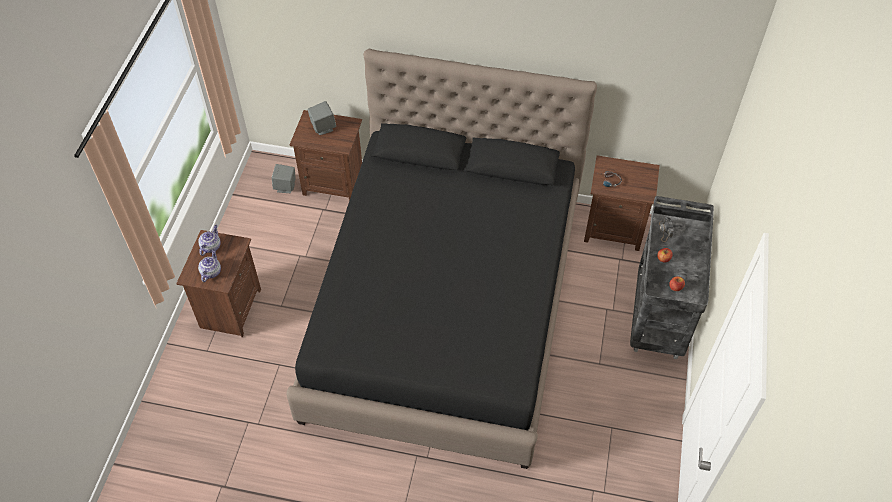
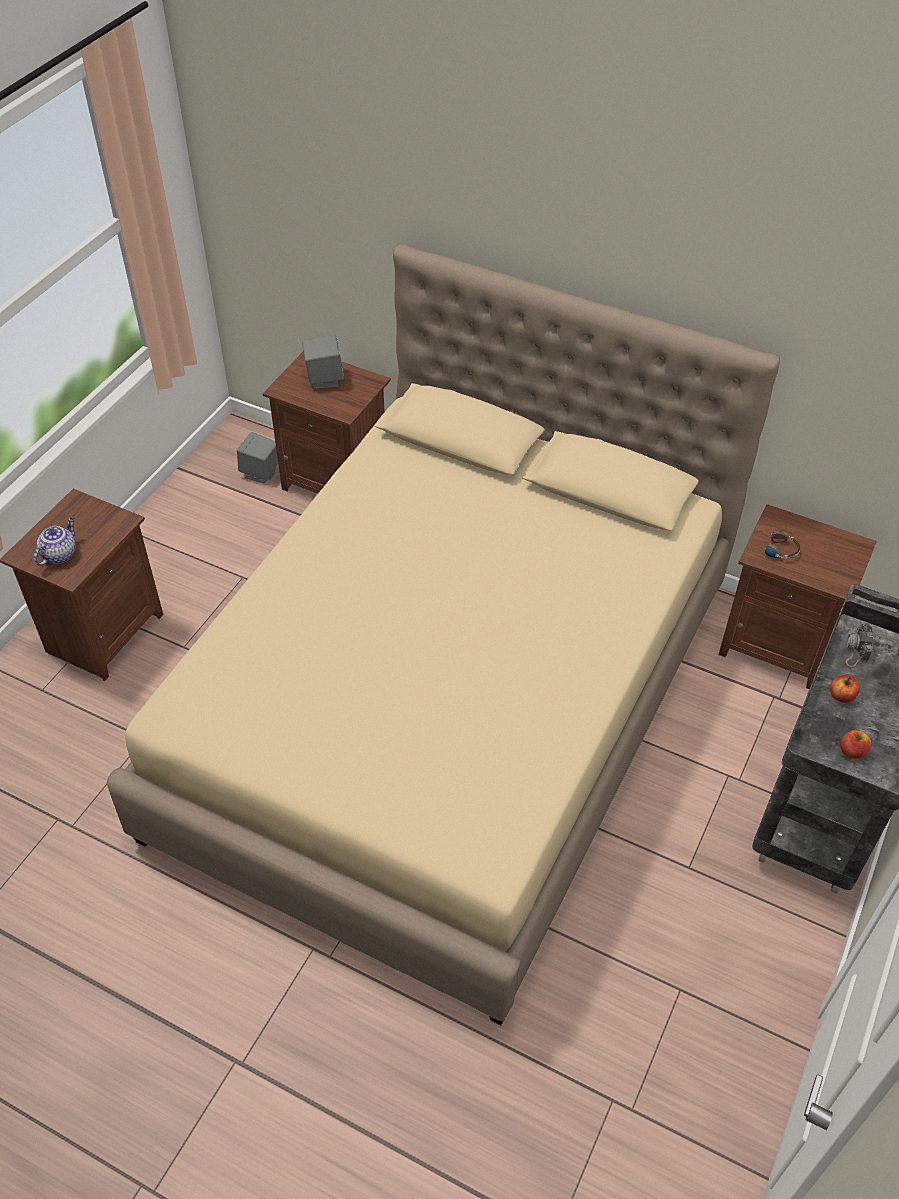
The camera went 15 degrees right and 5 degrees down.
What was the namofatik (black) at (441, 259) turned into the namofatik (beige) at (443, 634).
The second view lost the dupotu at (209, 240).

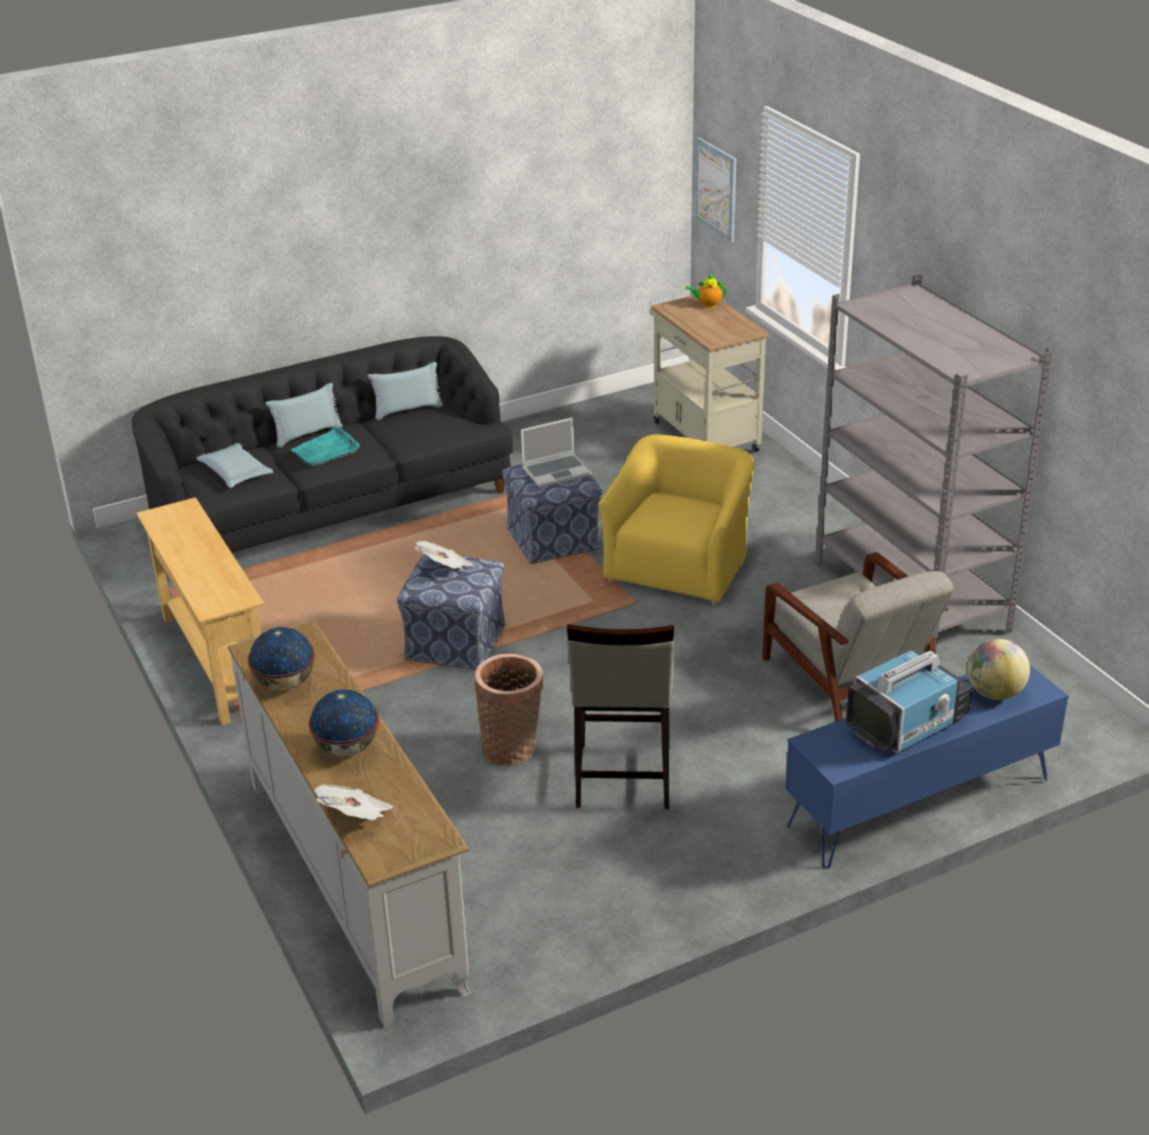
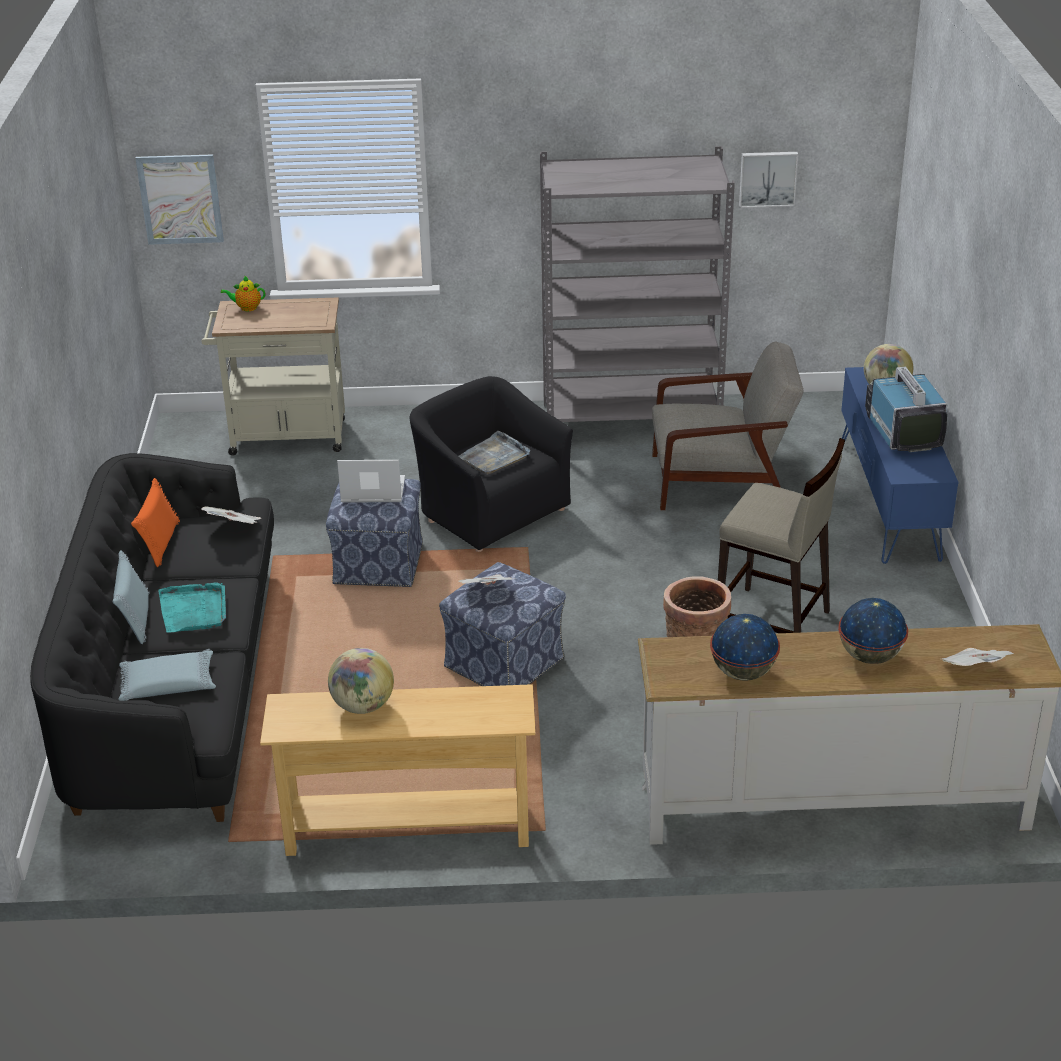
The camera went 65 degrees left and 0 degrees up.
The dupotu at (706, 291) ended up facing another way, 60 degrees clockwise from before.
What was the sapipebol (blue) at (405, 391) turned into the sapipebol (orange) at (155, 522).
The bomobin at (556, 452) ended up facing another way, 90 degrees counterclockwise from before.
What was the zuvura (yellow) at (676, 519) turned into the zuvura (black) at (491, 464).
The second view gained the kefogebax at (768, 180).
The second view gained the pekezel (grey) at (494, 453).
The second view gained the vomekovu at (231, 515).
The second view gained the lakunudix at (361, 681).

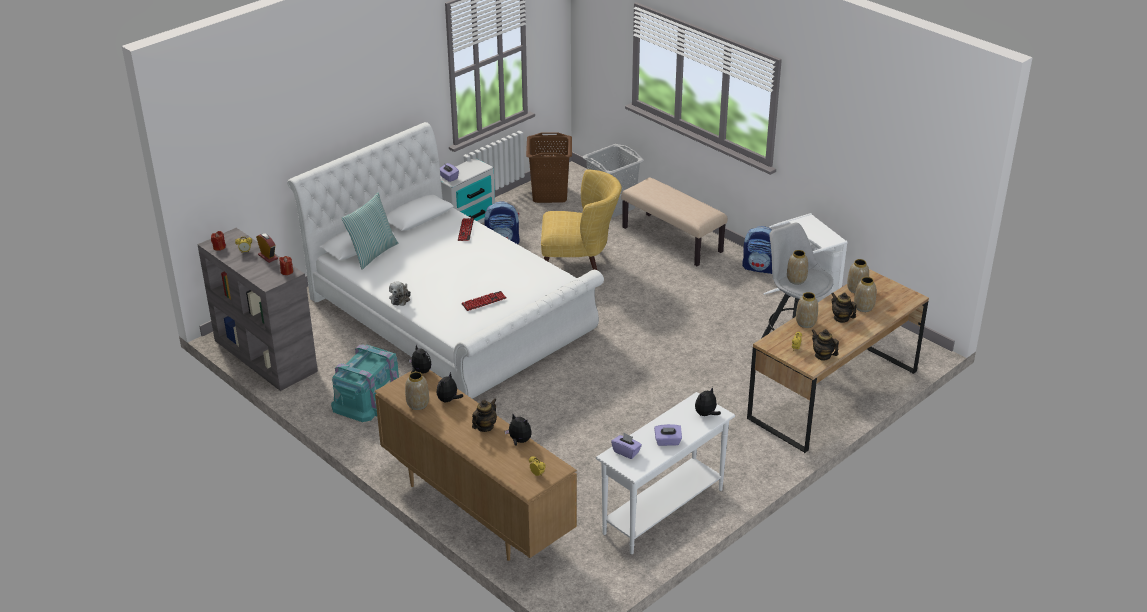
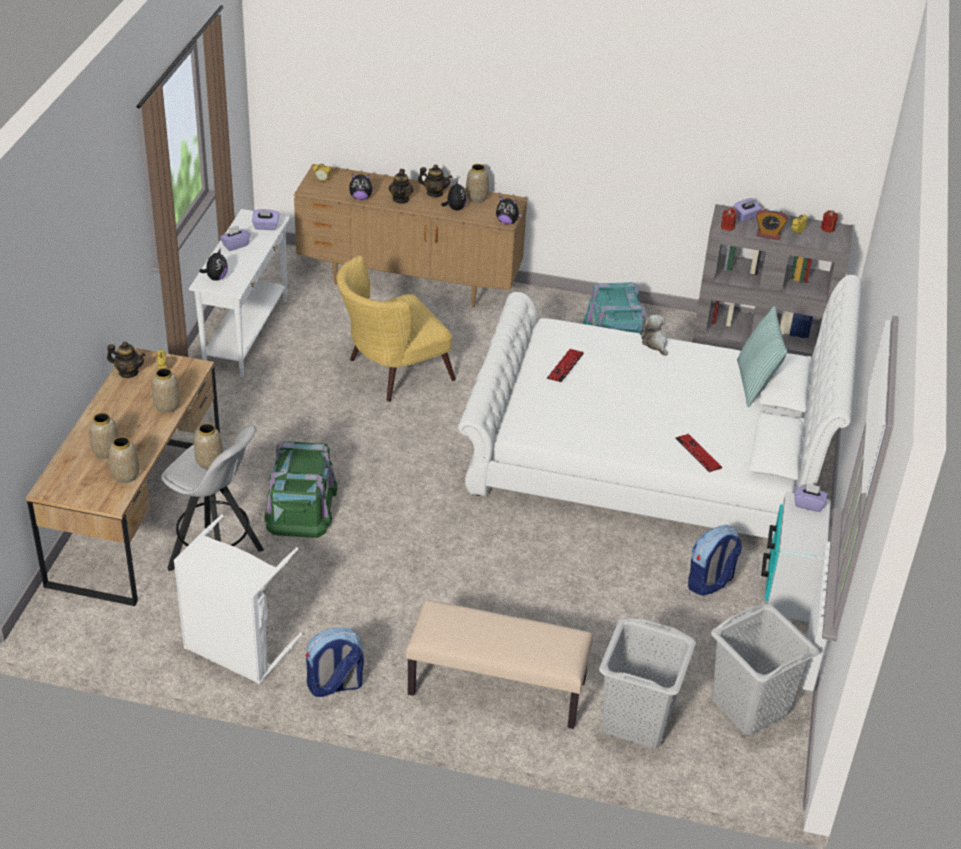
The camera went 145 degrees right and 5 degrees up.
What was the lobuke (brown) at (549, 167) turned into the lobuke (grey) at (765, 669).
The zuvura (yellow) ended up elsewhere, having gone from (581, 220) to (396, 328).
The dupotu ended up elsewhere, having gone from (844, 307) to (435, 181).
The second view gained the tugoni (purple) at (747, 210).
The second view gained the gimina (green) at (301, 489).

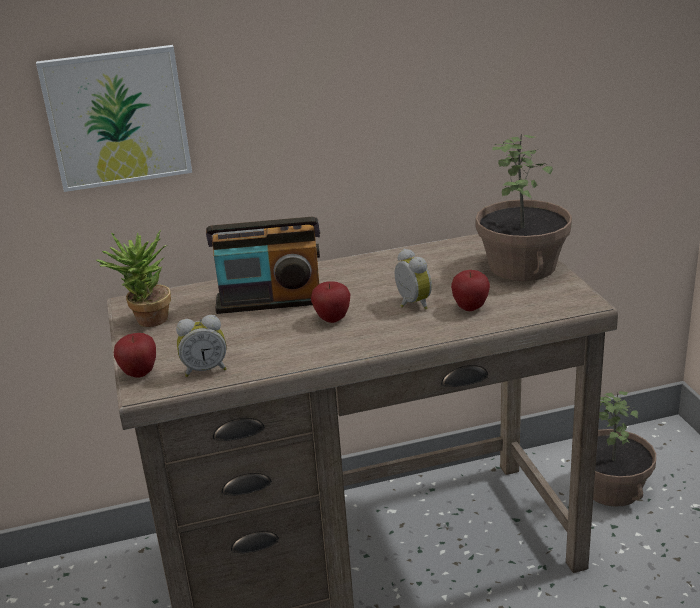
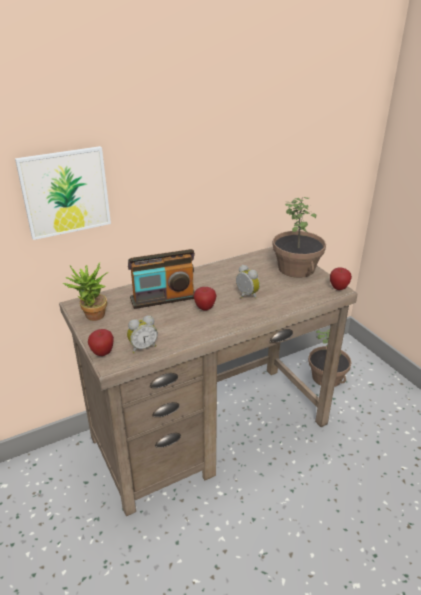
The camera went 15 degrees left and 5 degrees up.
The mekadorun ended up elsewhere, having gone from (470, 290) to (341, 279).

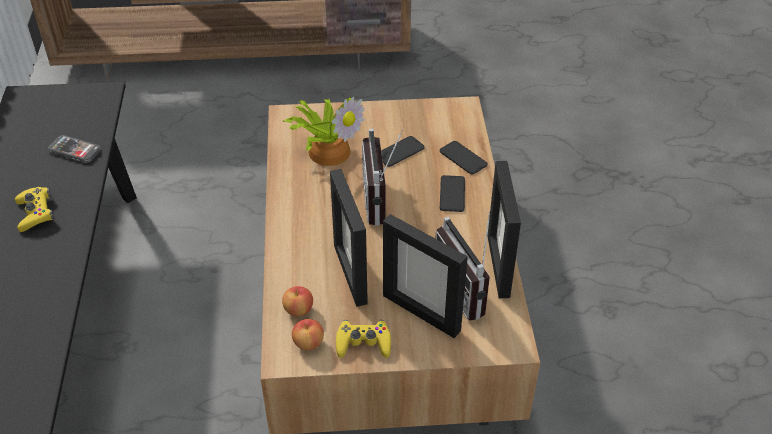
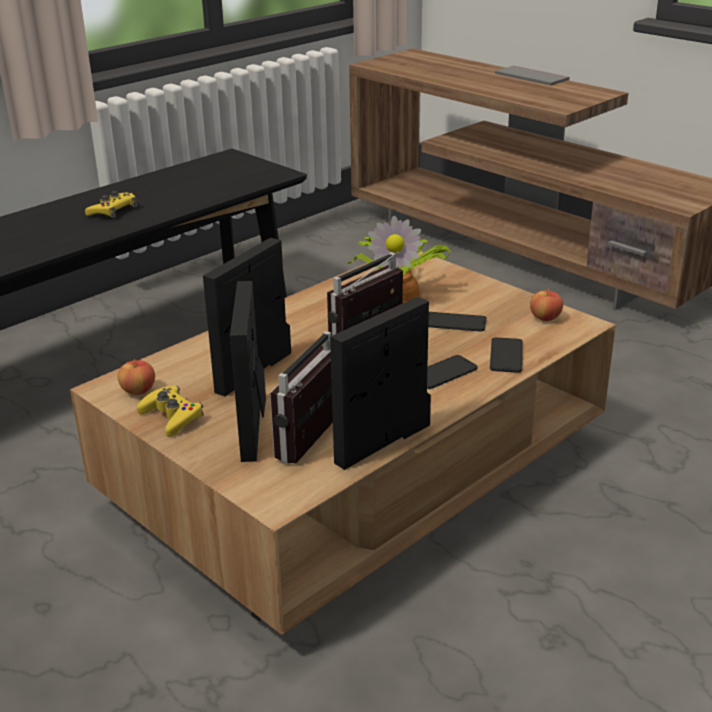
The camera went 50 degrees right and 15 degrees down.
The second view lost the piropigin at (74, 149).
The mekadorun ended up elsewhere, having gone from (297, 301) to (546, 304).

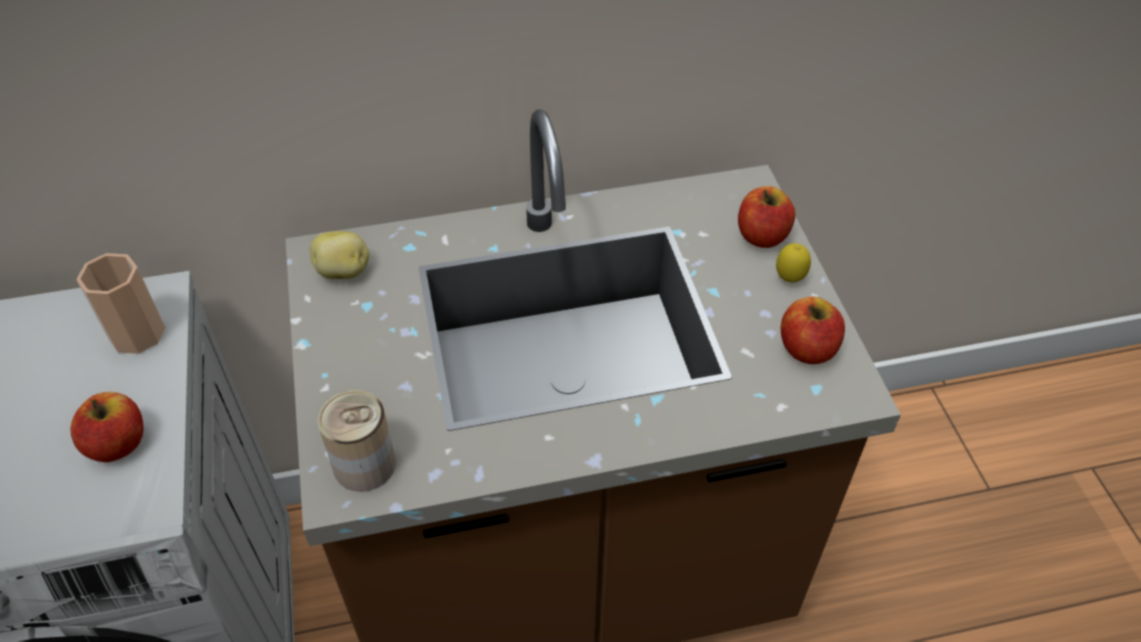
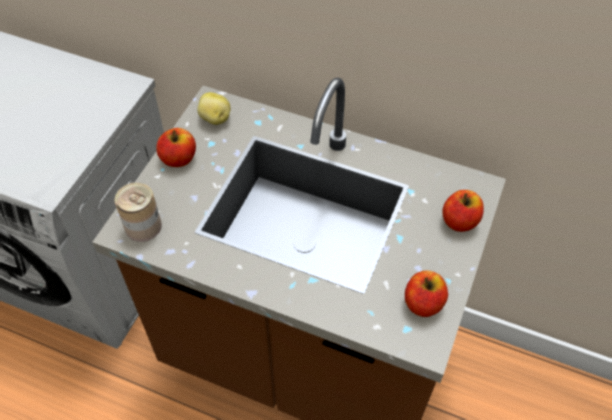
The camera went 35 degrees right and 5 degrees up.
The second view lost the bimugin at (793, 262).
The second view lost the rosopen at (121, 303).
The mekadorun ended up elsewhere, having gone from (106, 427) to (176, 147).

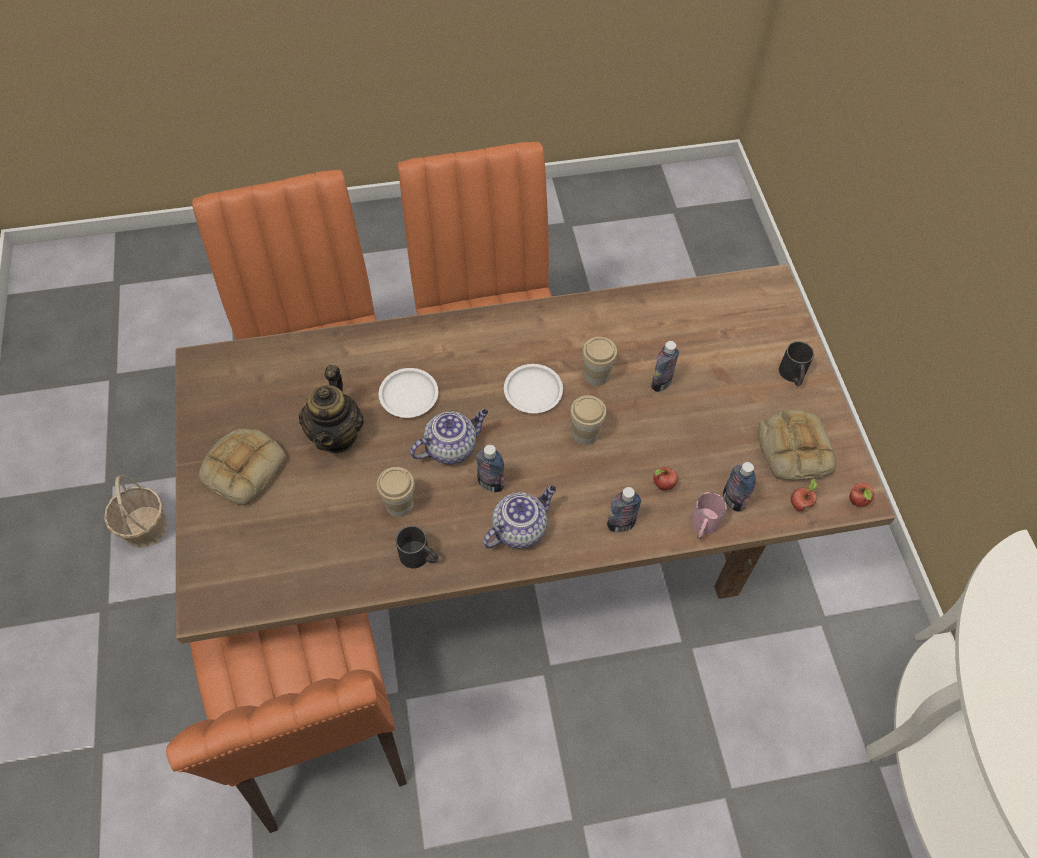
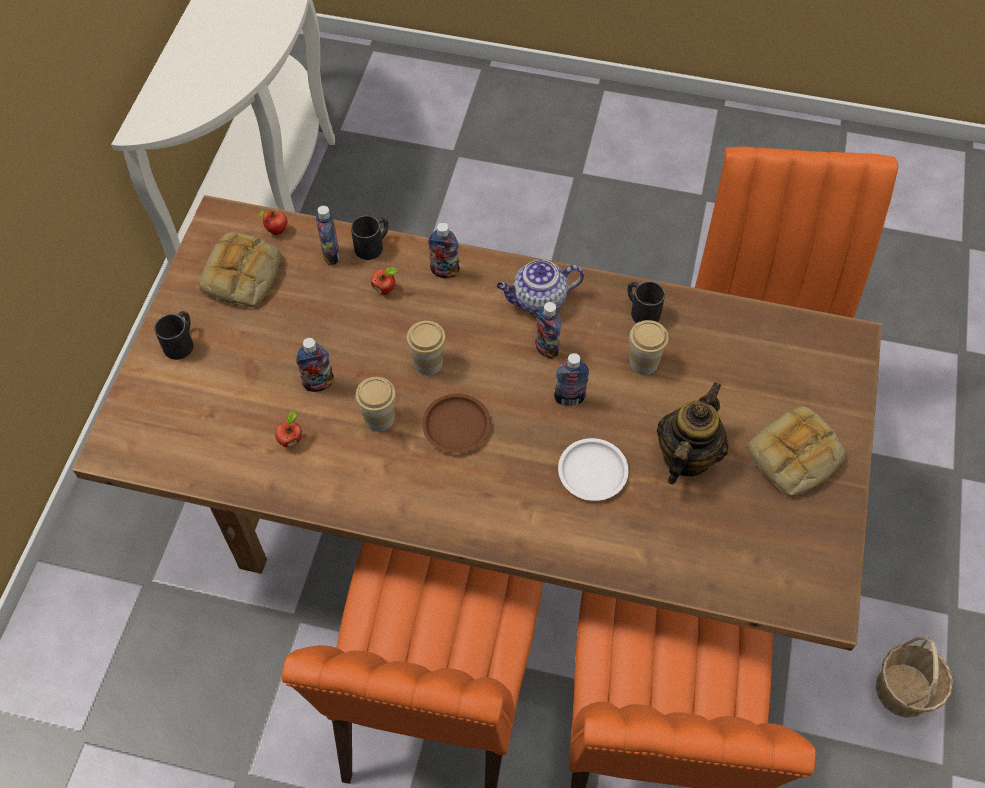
The camera went 155 degrees left and 0 degrees up.
What was the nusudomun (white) at (533, 388) turned into the nusudomun (brown) at (456, 423).
Where the dupotu stood at (449, 437), the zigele came to stand at (571, 379).
The mekadorun ended up elsewhere, having gone from (862, 495) to (288, 428).
What was the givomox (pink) at (709, 515) turned into the givomox (black) at (370, 237).

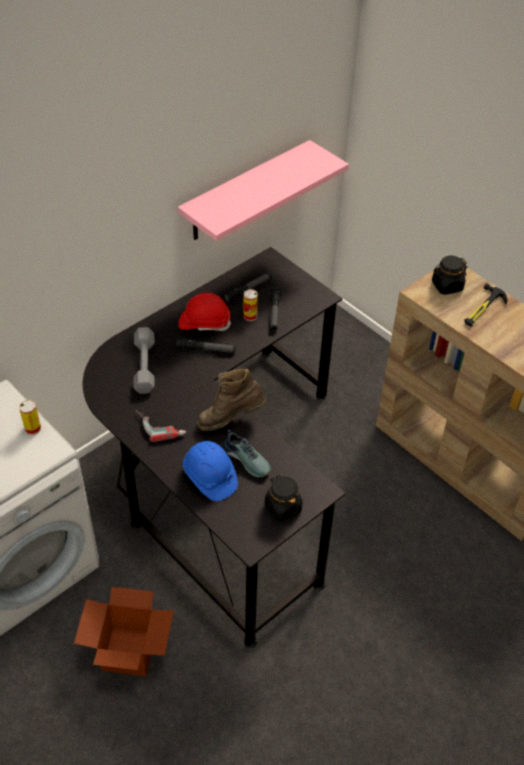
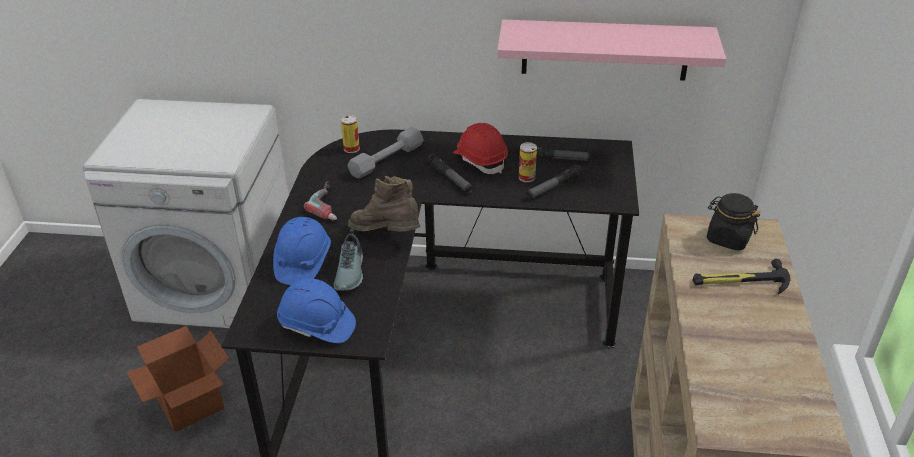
The camera went 50 degrees right and 10 degrees down.
The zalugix ended up elsewhere, having gone from (30, 417) to (350, 134).
Where the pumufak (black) stood at (284, 498), the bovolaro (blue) came to stand at (316, 310).

